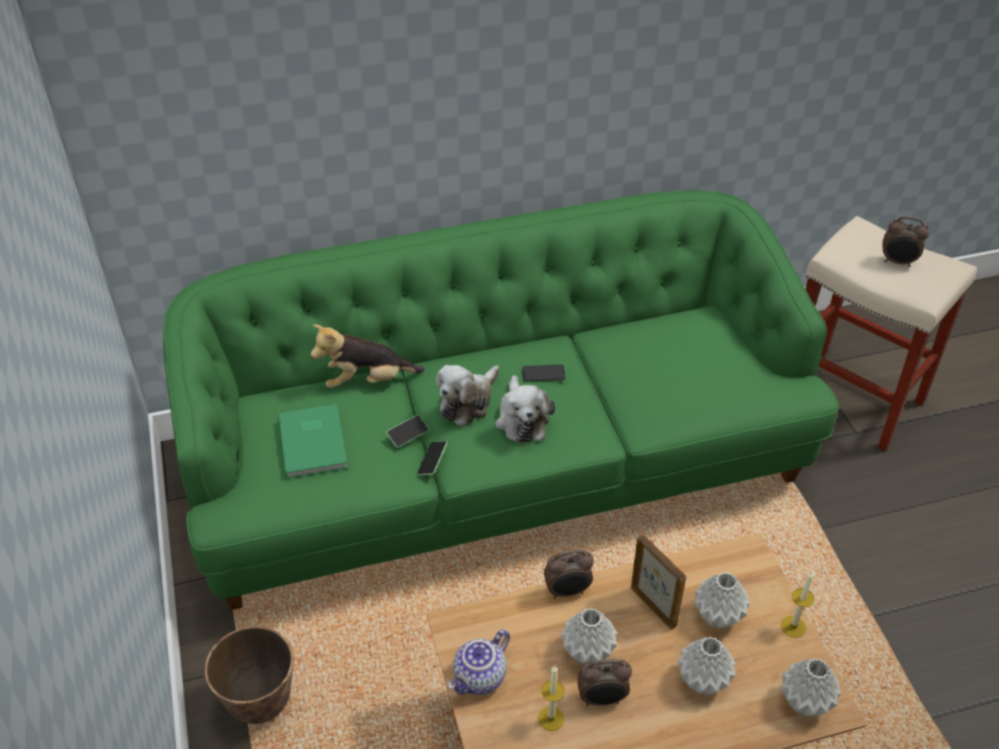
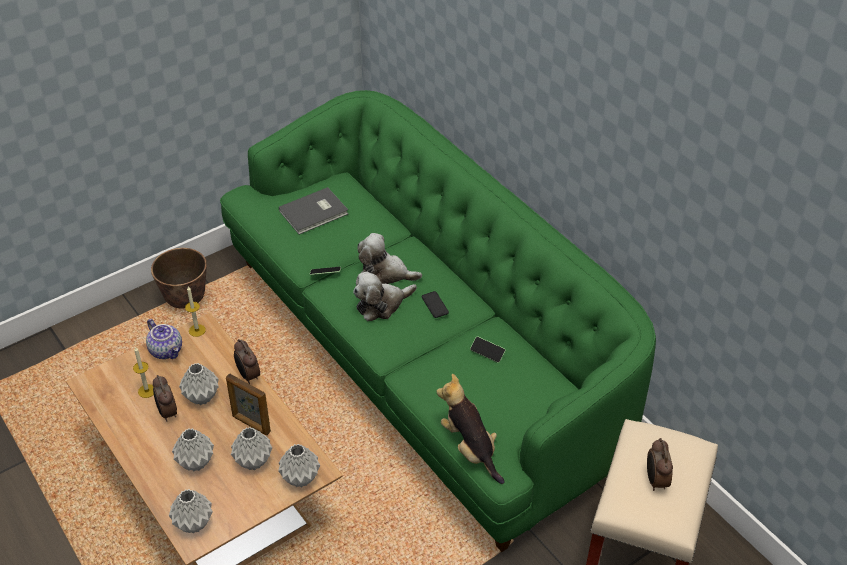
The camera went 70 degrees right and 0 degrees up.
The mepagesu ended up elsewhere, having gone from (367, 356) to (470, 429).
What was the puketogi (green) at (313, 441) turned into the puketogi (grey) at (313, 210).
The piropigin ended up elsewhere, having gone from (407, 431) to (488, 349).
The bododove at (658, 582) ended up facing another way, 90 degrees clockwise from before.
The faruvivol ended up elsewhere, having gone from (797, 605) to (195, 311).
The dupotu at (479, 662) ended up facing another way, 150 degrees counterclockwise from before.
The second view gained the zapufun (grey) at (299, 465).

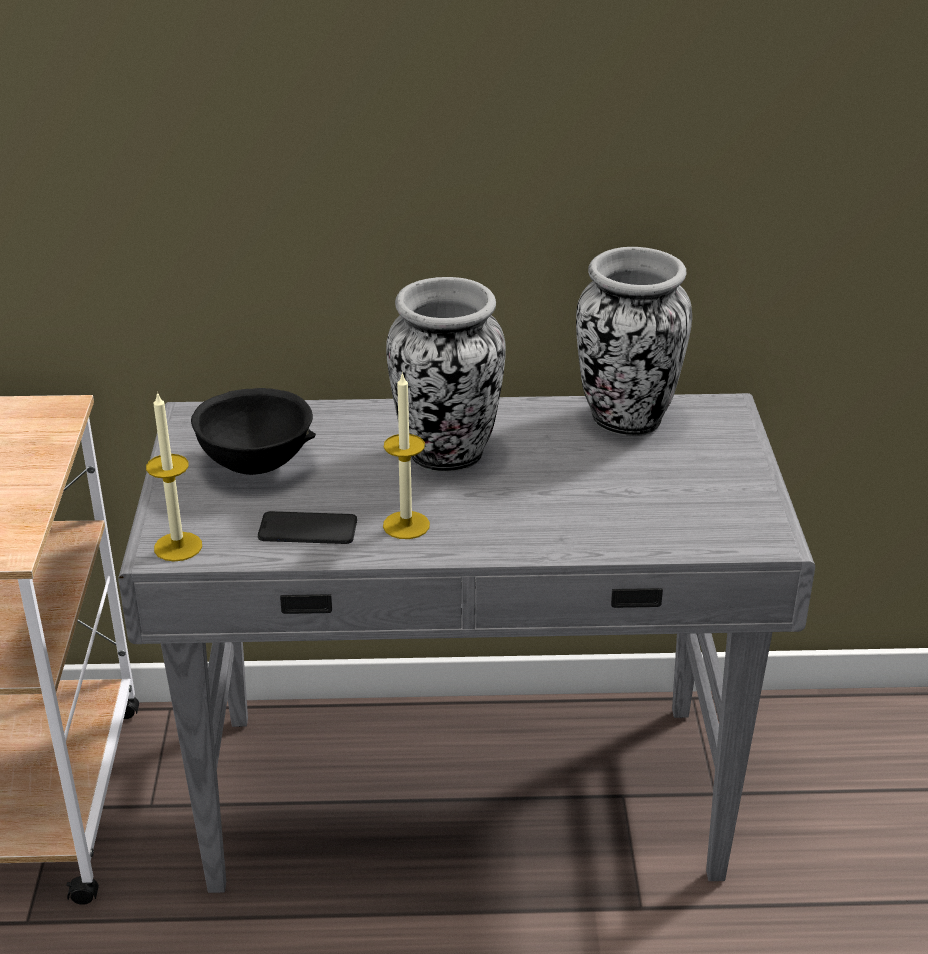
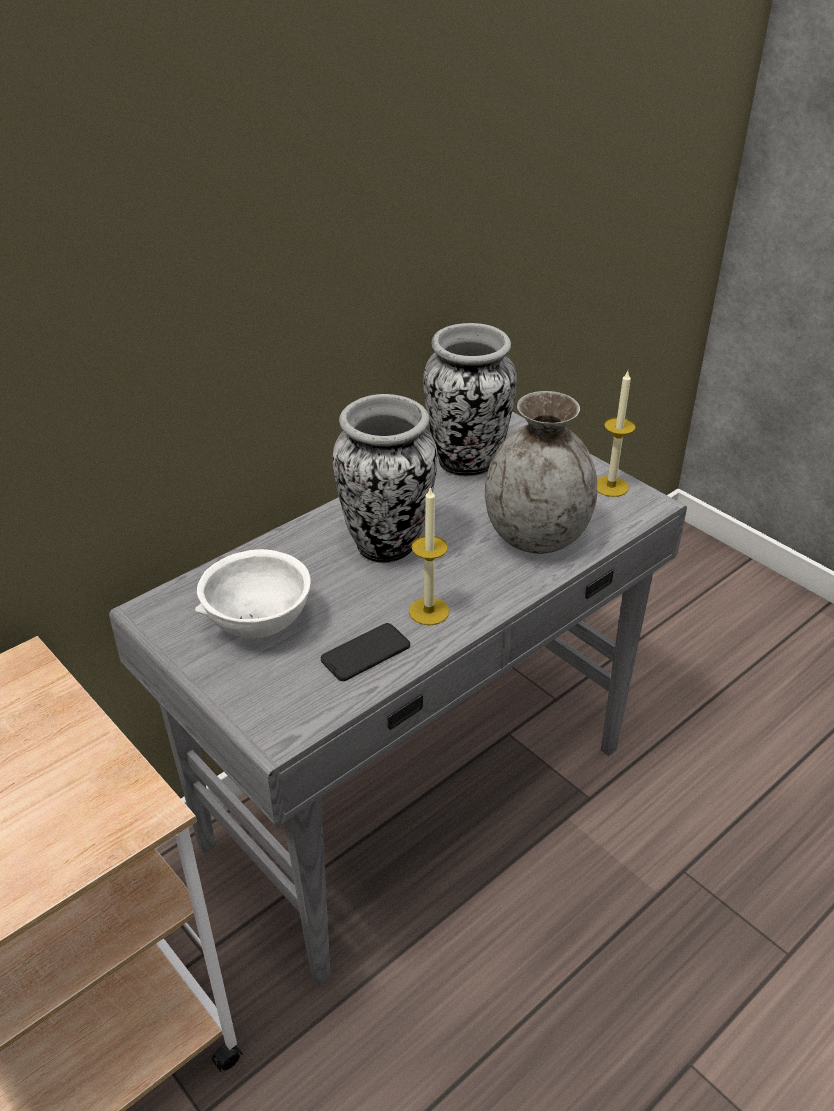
The camera went 40 degrees left and 5 degrees up.
What was the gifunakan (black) at (253, 431) turned into the gifunakan (white) at (253, 593).
The faruvivol ended up elsewhere, having gone from (174, 477) to (616, 434).
The second view gained the zapufun (grey) at (541, 472).

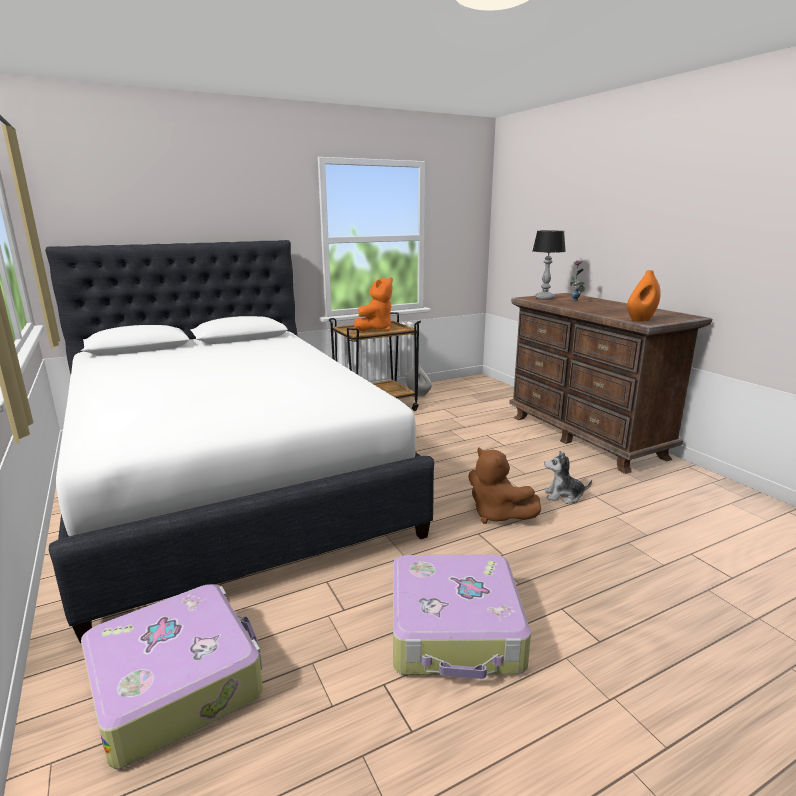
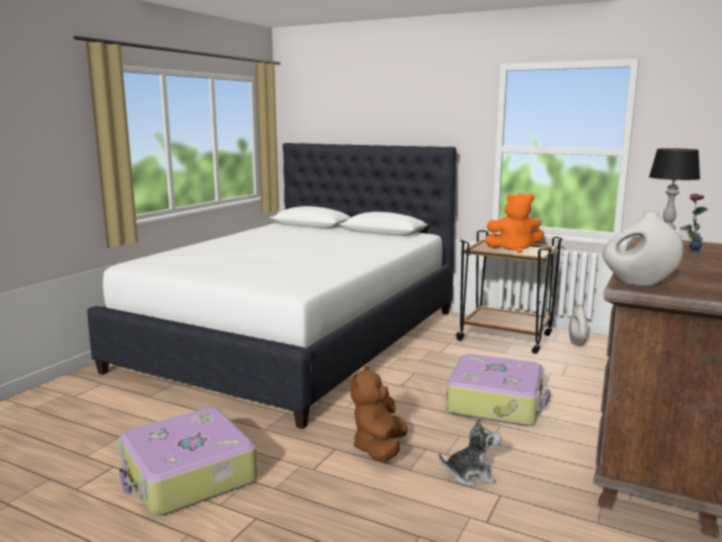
The camera went 55 degrees right and 5 degrees down.
What was the zapufun (orange) at (644, 296) turned into the zapufun (white) at (642, 248).
The mepagesu at (568, 477) ended up facing another way, 120 degrees clockwise from before.
The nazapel ended up elsewhere, having gone from (172, 676) to (498, 390).

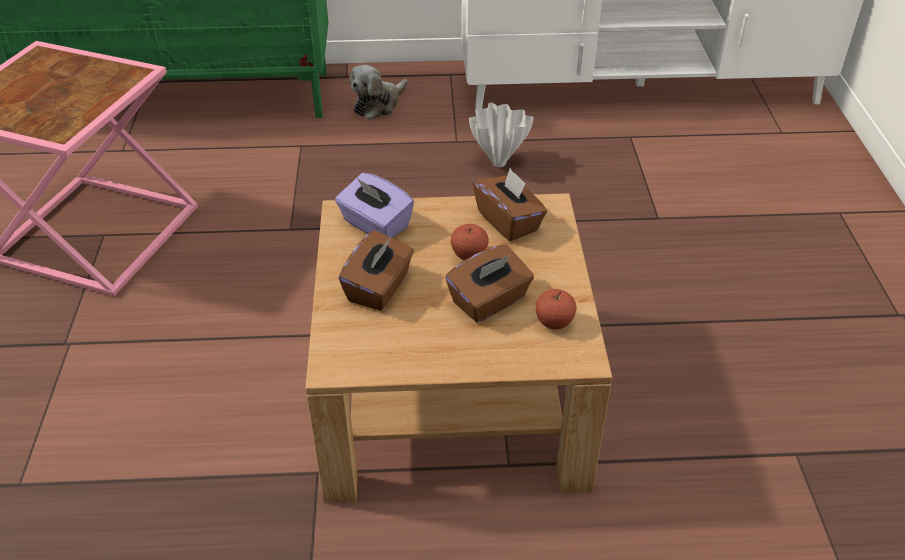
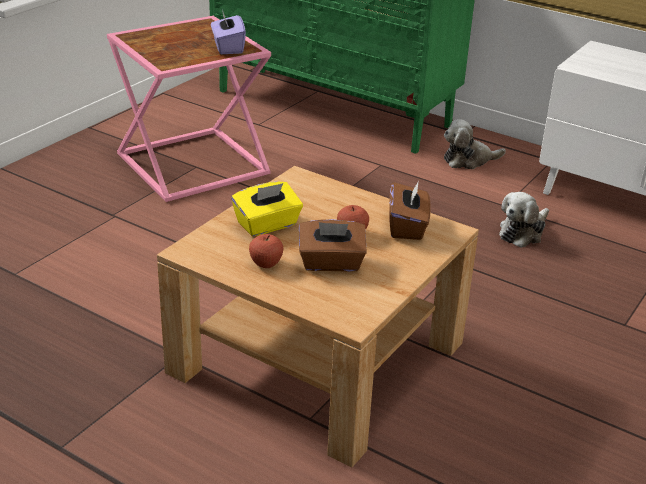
The camera went 35 degrees right and 10 degrees down.
Where the zapufun (white) stood at (501, 135), the mepagesu came to stand at (524, 220).
The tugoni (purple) ended up elsewhere, having gone from (374, 205) to (228, 32).
What was the tugoni (brown) at (376, 270) turned into the tugoni (yellow) at (267, 209).
The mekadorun ended up elsewhere, having gone from (555, 309) to (266, 251).

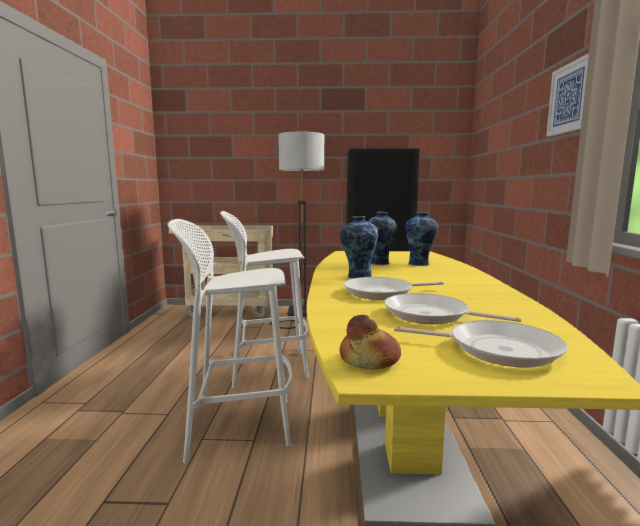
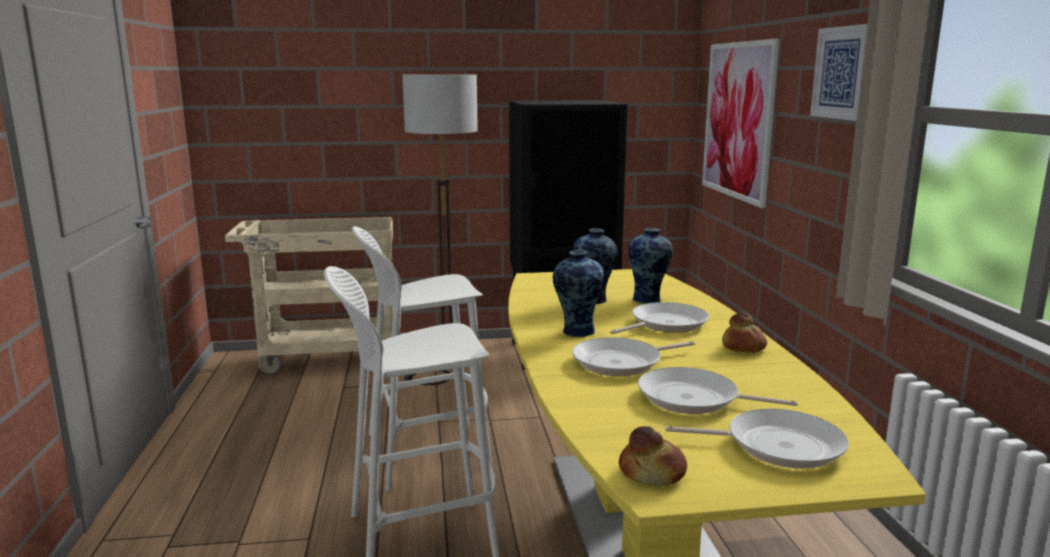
The camera went 10 degrees left and 5 degrees up.
The second view gained the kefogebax at (741, 123).
The second view gained the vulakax at (659, 318).
The second view gained the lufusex at (744, 332).

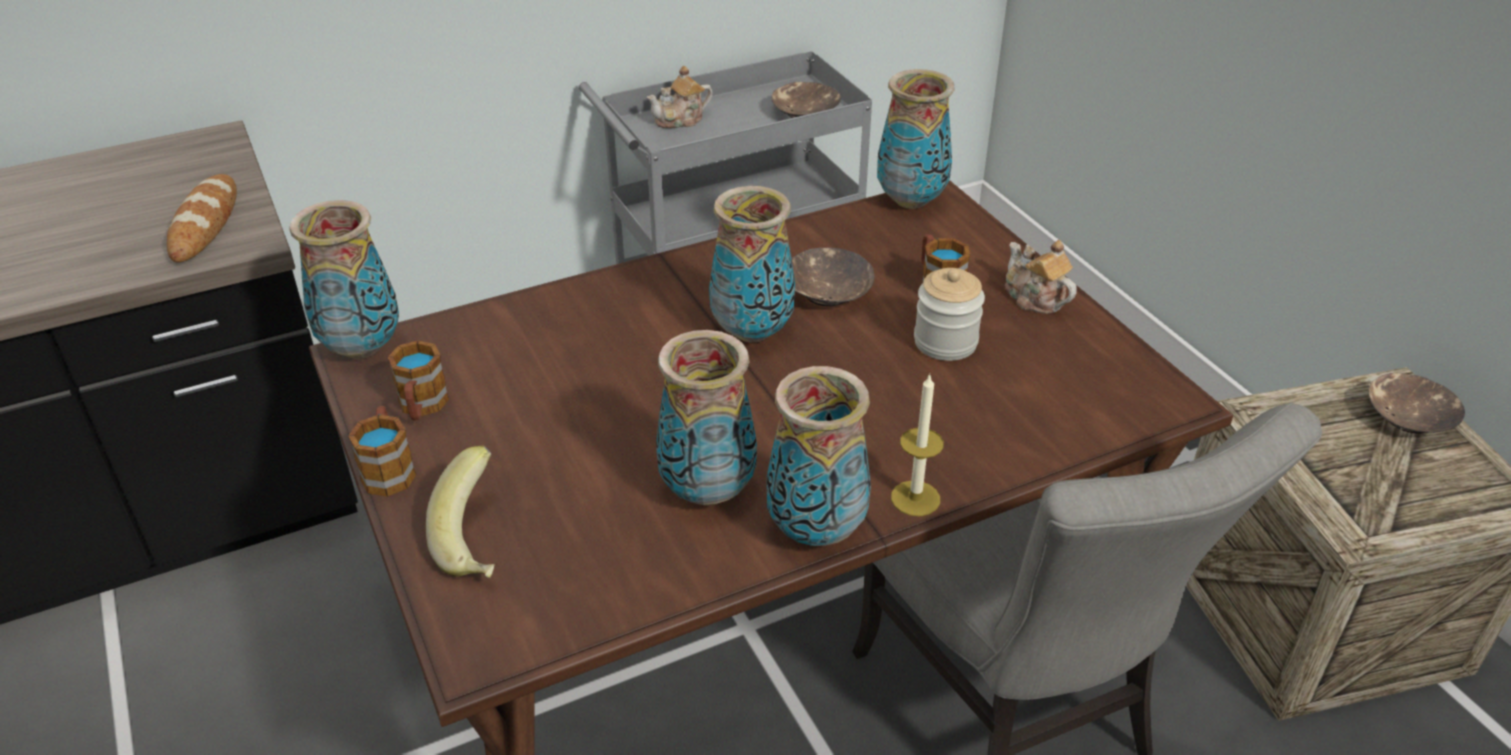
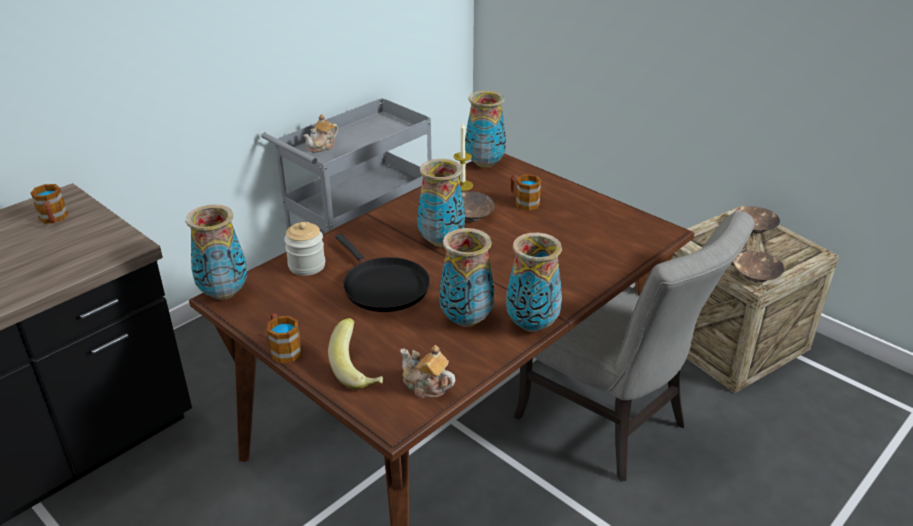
The camera went 20 degrees left and 5 degrees down.
The gifunakan (brown) ended up elsewhere, having gone from (806, 100) to (758, 266).
The second view lost the lufusex at (202, 218).
The dupotu ended up elsewhere, having gone from (1041, 277) to (427, 371).
The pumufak ended up elsewhere, having gone from (949, 314) to (304, 249).
The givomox ended up elsewhere, having gone from (418, 380) to (49, 203).
The faruvivol ended up elsewhere, having gone from (917, 445) to (463, 157).
The second view gained the vulakax (black) at (382, 273).

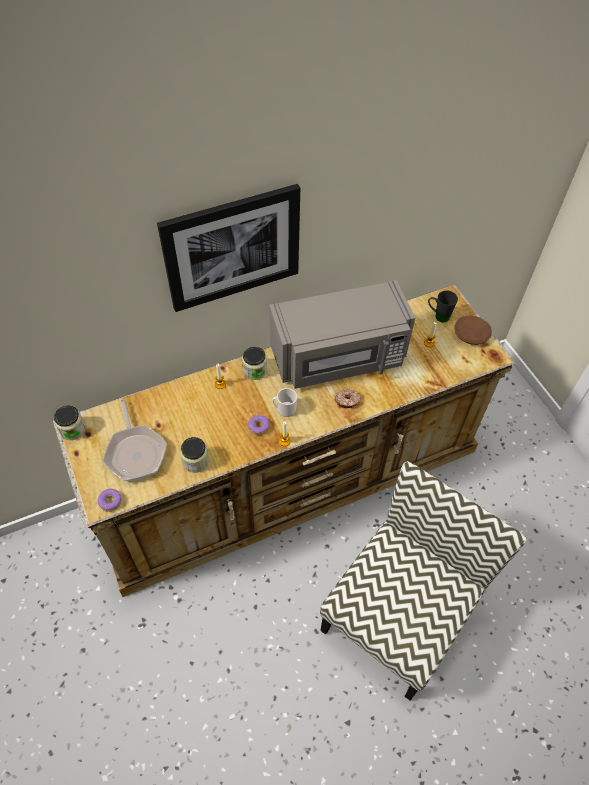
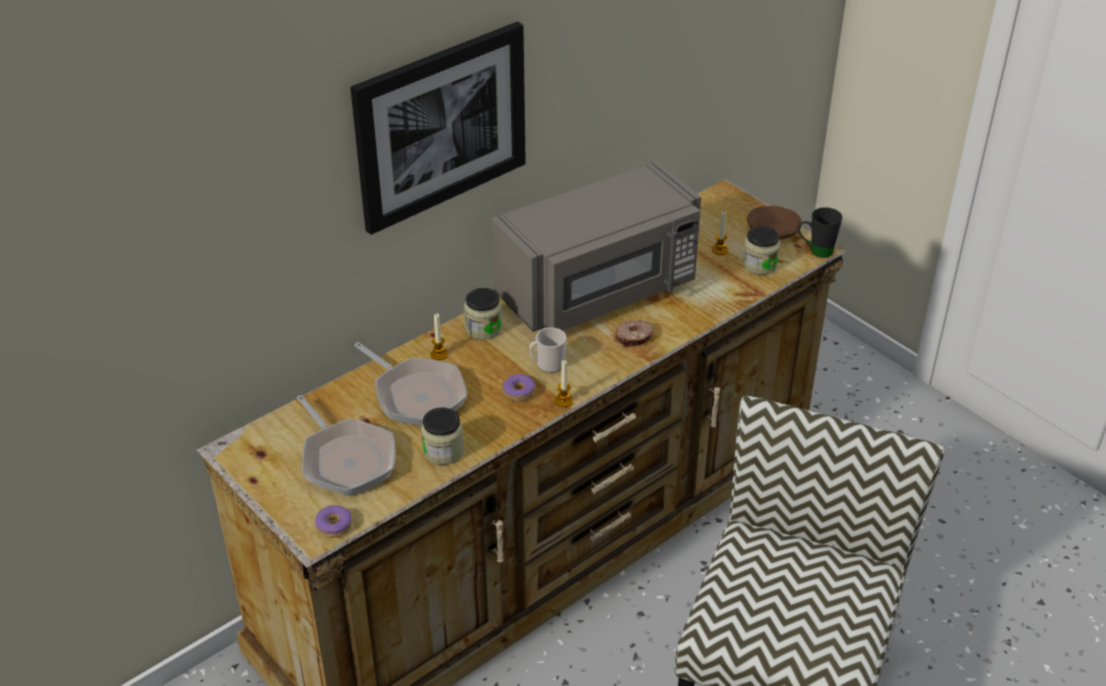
The camera went 15 degrees left and 15 degrees down.
The givomox (black) ended up elsewhere, having gone from (443, 306) to (820, 232).
The pumufak ended up elsewhere, having gone from (70, 422) to (761, 250).
The second view gained the vulakax at (410, 384).

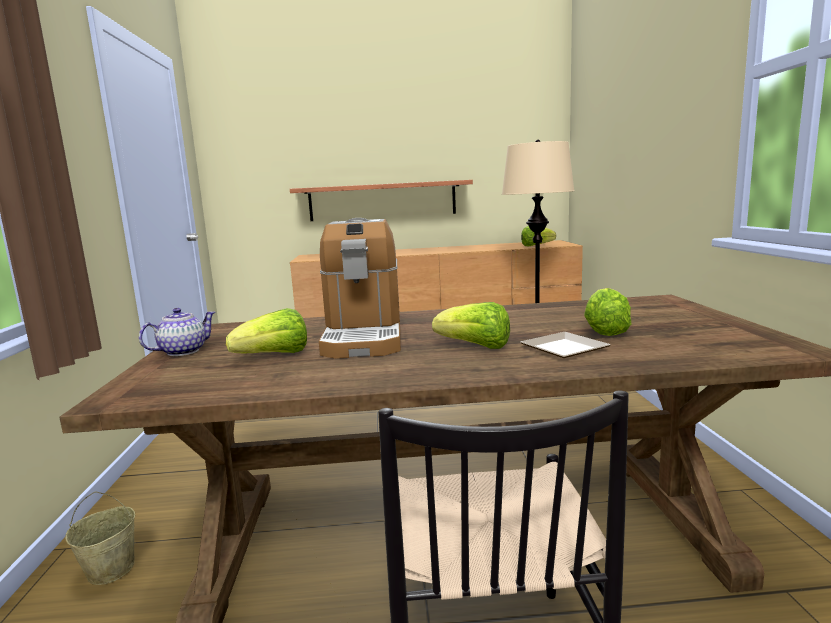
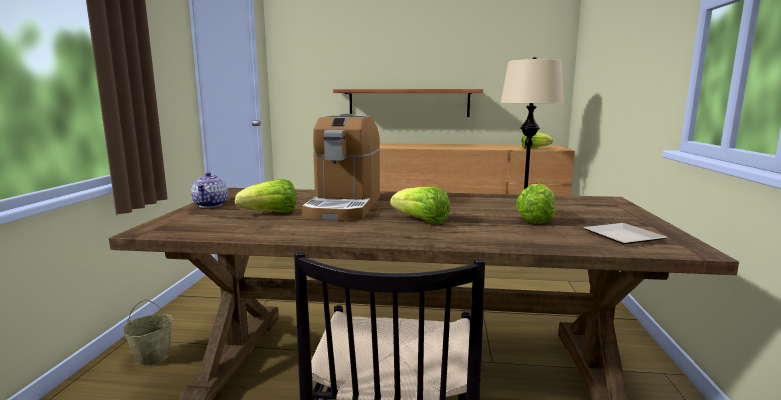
The camera went 10 degrees right and 0 degrees up.
The dupotu at (177, 332) ended up facing another way, 120 degrees clockwise from before.
The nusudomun ended up elsewhere, having gone from (565, 345) to (625, 233).

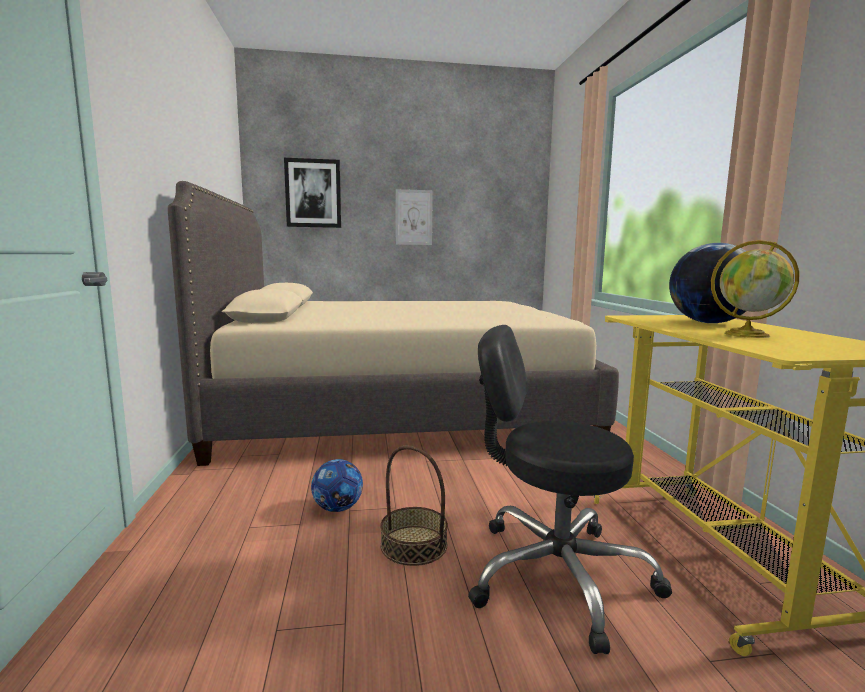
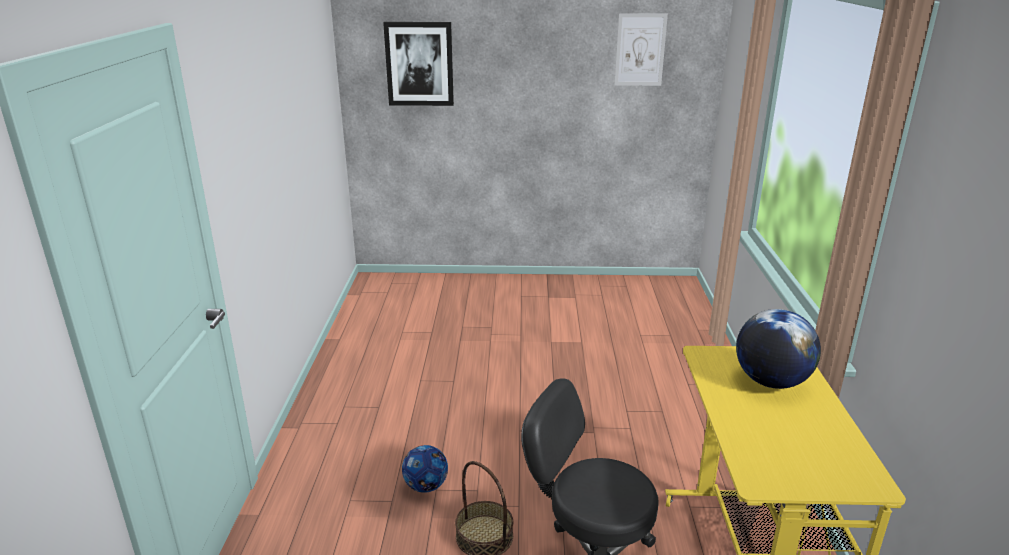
The camera went 10 degrees right and 15 degrees up.
The second view lost the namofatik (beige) at (393, 323).
The kefogebax ended up elsewhere, having gone from (414, 217) to (641, 49).
The second view lost the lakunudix at (755, 289).

